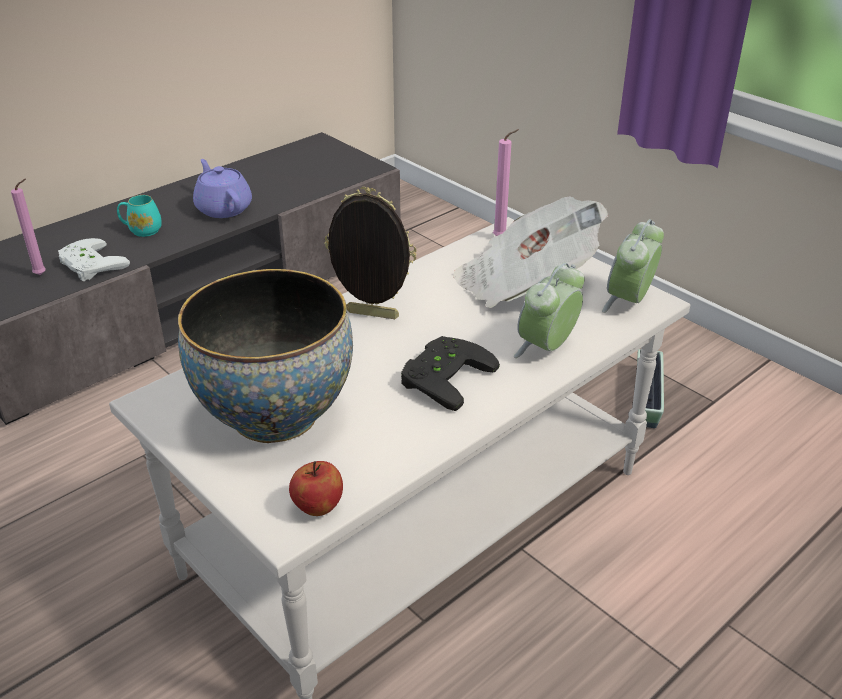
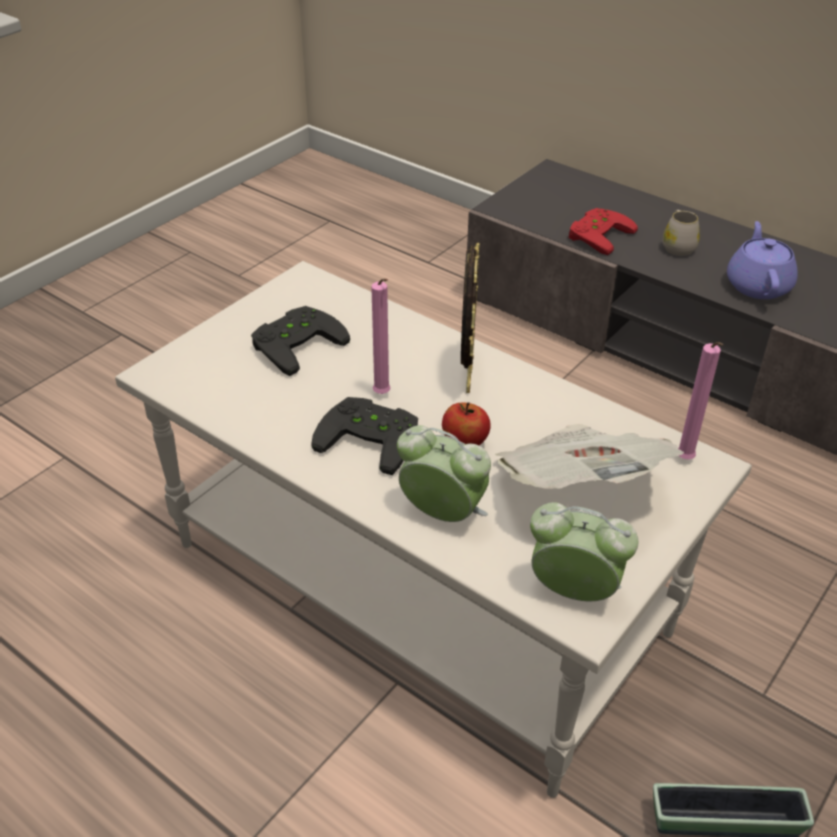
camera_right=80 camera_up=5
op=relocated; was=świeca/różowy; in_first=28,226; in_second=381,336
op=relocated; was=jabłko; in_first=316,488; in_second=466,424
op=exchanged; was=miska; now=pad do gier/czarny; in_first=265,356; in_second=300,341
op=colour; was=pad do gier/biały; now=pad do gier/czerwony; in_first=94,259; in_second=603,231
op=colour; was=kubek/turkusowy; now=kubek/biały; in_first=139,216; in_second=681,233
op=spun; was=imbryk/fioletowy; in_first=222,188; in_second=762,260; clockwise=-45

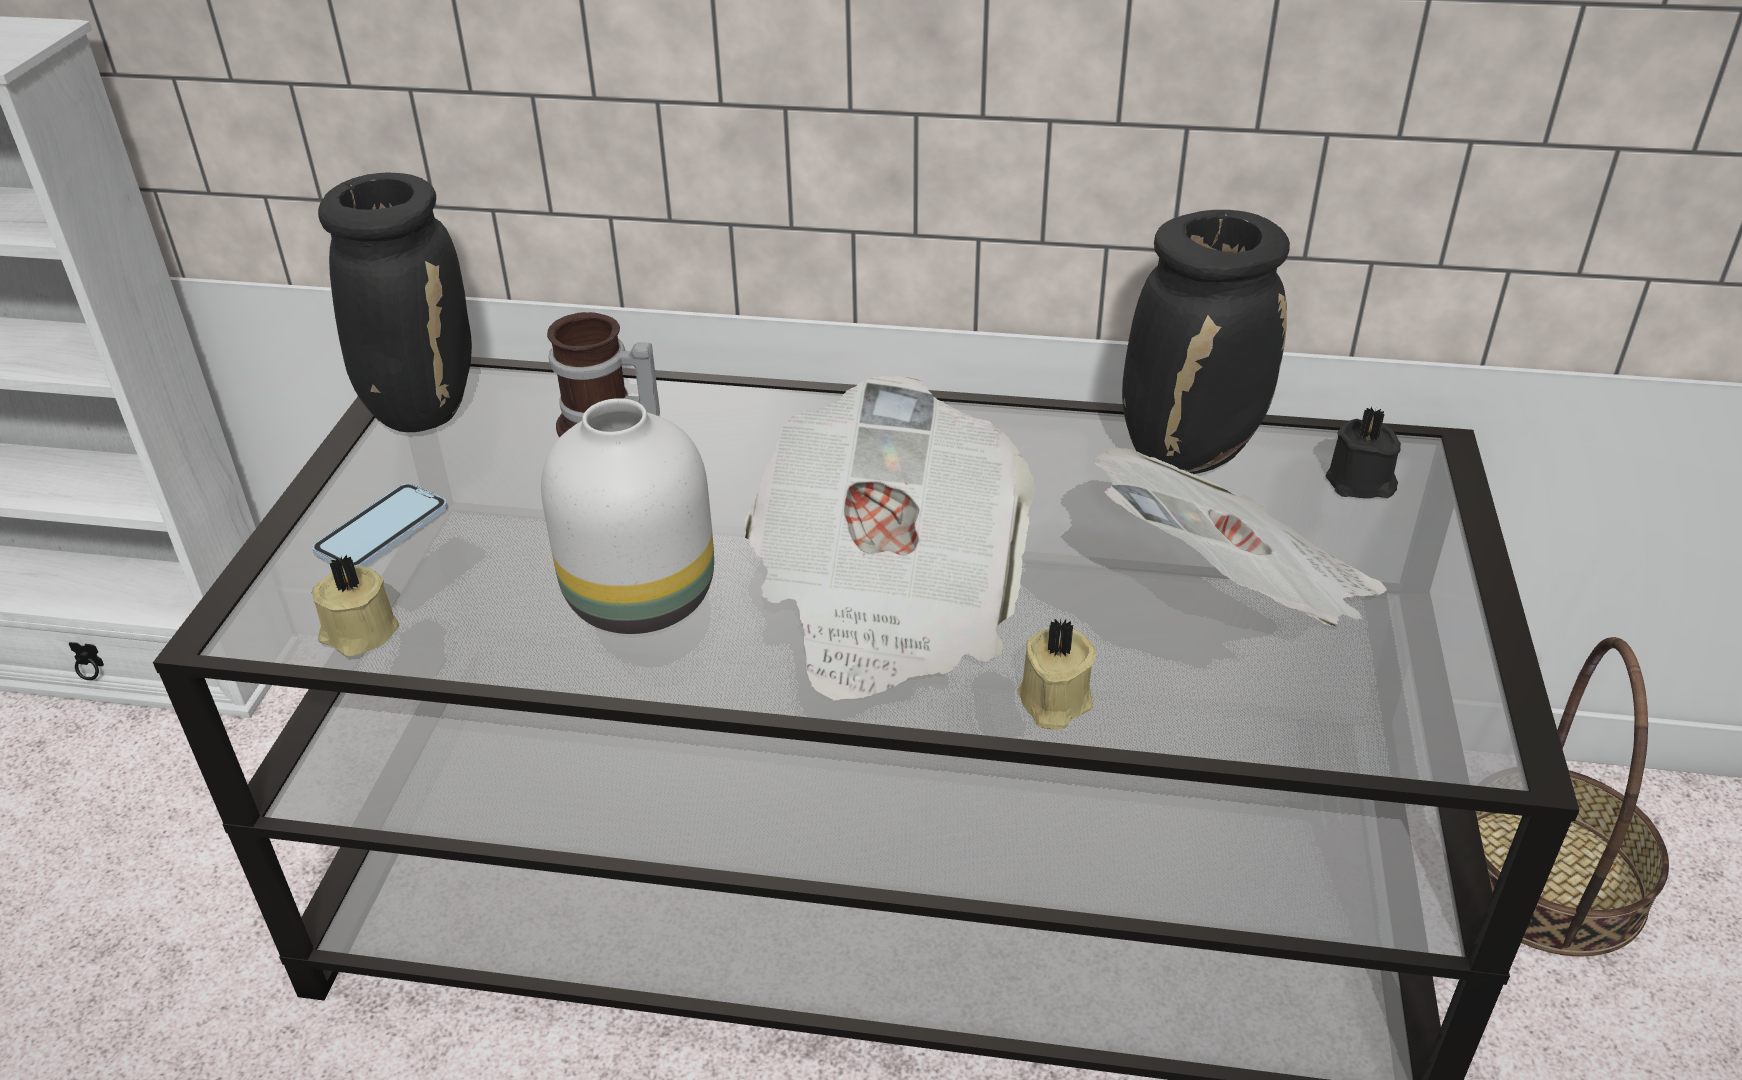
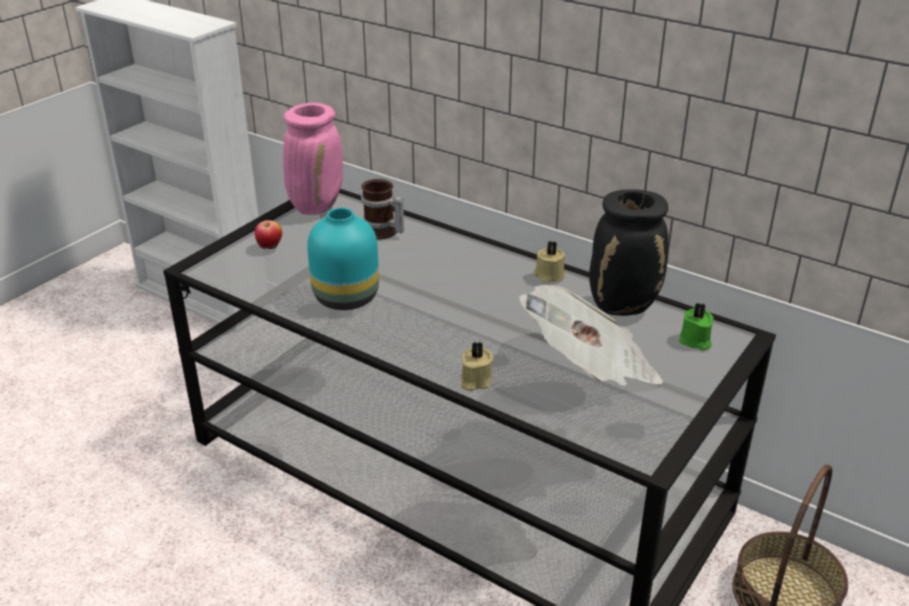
camera_right=25 camera_up=-5
op=missing; was=gazeta; in_first=890,538
op=relocated; was=świeca/beżowy; in_first=355,606; in_second=549,261
op=exchanged; was=telefon; now=jabłko; in_first=380,525; in_second=268,234
op=colour; was=wazon/czarny; now=wazon/różowy; in_first=395,302; in_second=313,159
op=colour; was=wazon/biały; now=wazon/turkusowy; in_first=627,516; in_second=343,259
op=colour; was=świeca/czarny; now=świeca/zielony; in_first=1363,452; in_second=696,326

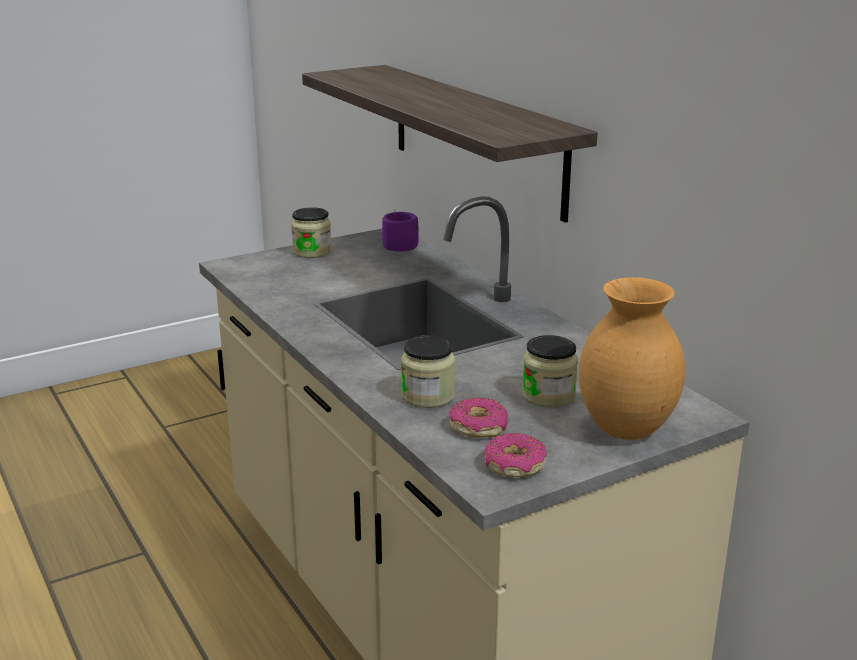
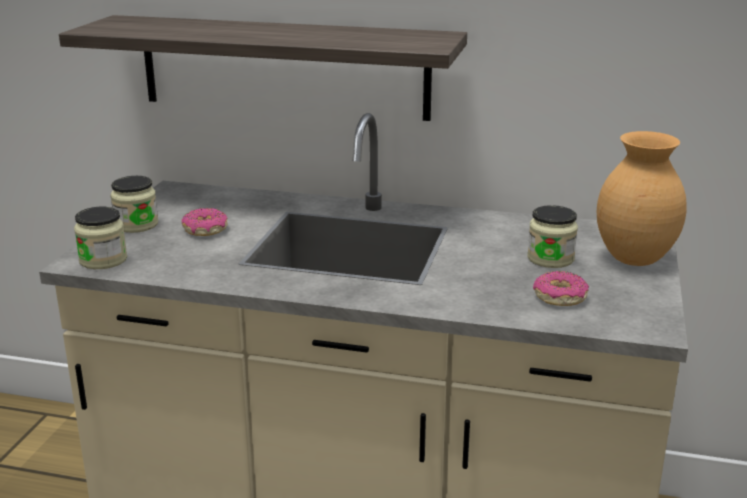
camera_right=-45 camera_up=0
op=missing; was=kubek/fioletowy; in_first=400,232
op=relocated; was=słoik; in_first=428,371; in_second=100,238
op=relocated; was=donut; in_first=515,455; in_second=204,222

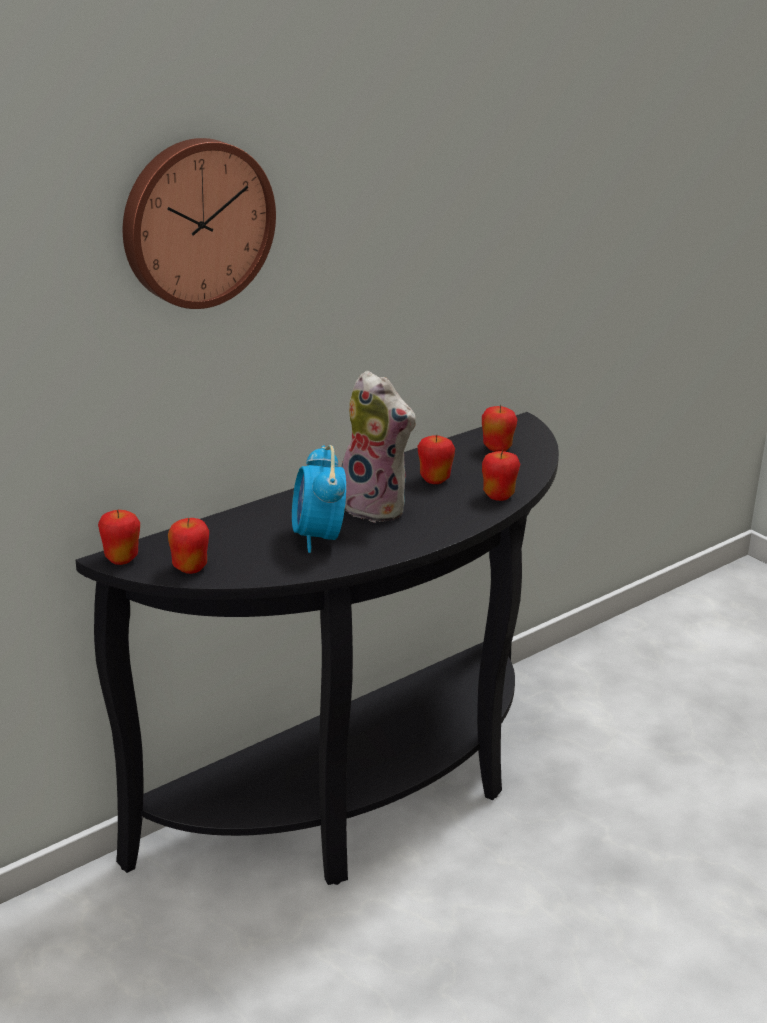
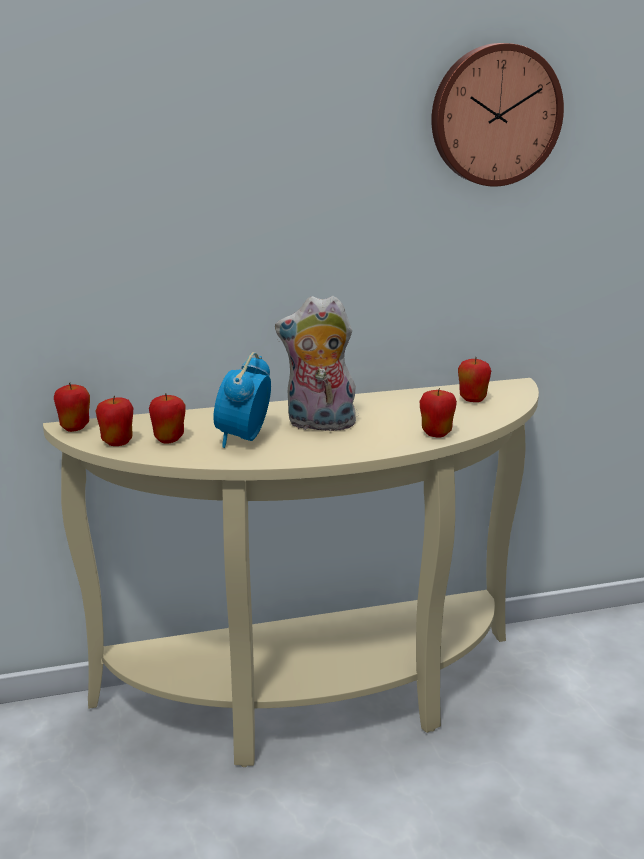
camera_right=25 camera_up=-5
op=relocated; was=zegar ścienny; in_first=199,223; in_second=497,115
op=relocated; was=jabłko; in_first=436,459; in_second=167,418
op=colour; was=stolik konsolowy/czarny; now=stolik konsolowy/beżowy; in_first=317,648; in_second=291,572
op=spun; was=pluszak; in_first=378,447; in_second=316,365; clockwise=120

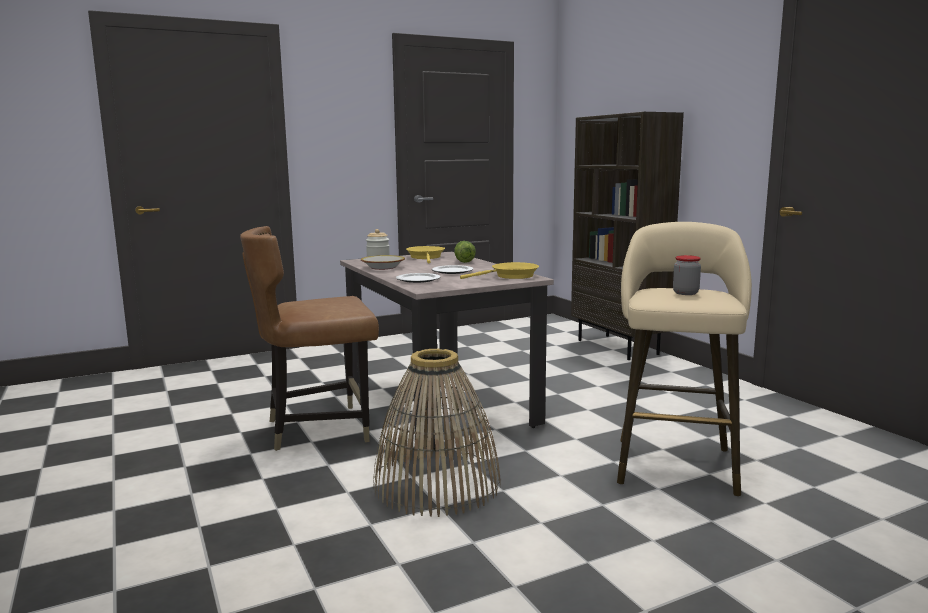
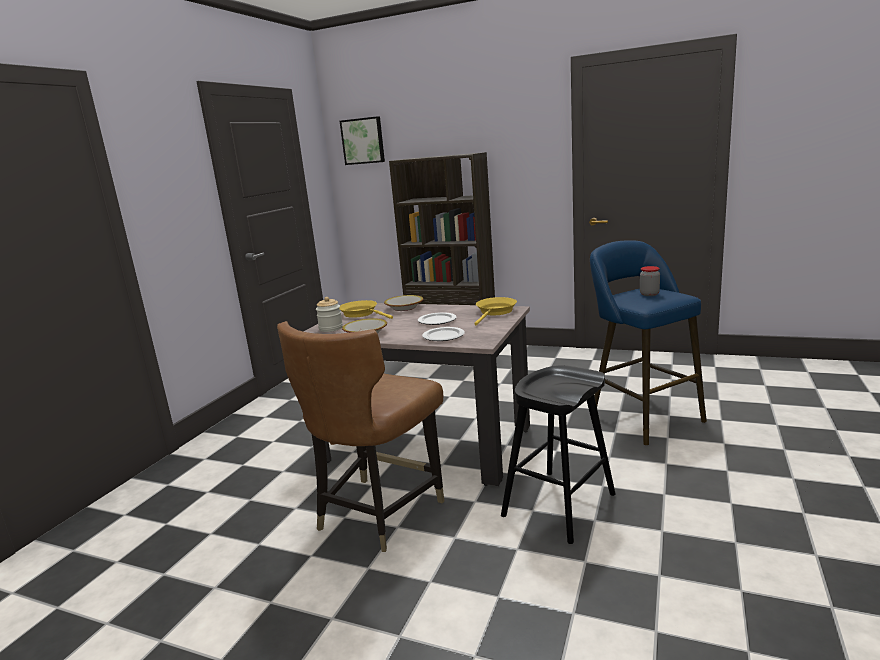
camera_right=-40 camera_up=5
op=appeared; now=obraz; in_second=362,140
op=exchanged; was=koszyk; now=stołek/czarny; in_first=437,433; in_second=558,454
op=exchanged; was=sałata; now=miska; in_first=465,252; in_second=403,303
op=colour; was=stołek/beżowy; now=stołek/niebieski; in_first=684,359; in_second=648,342

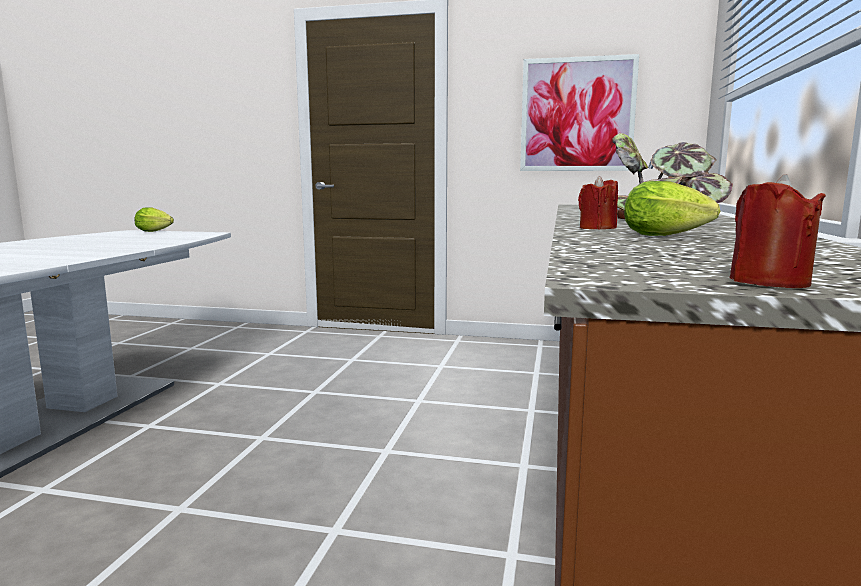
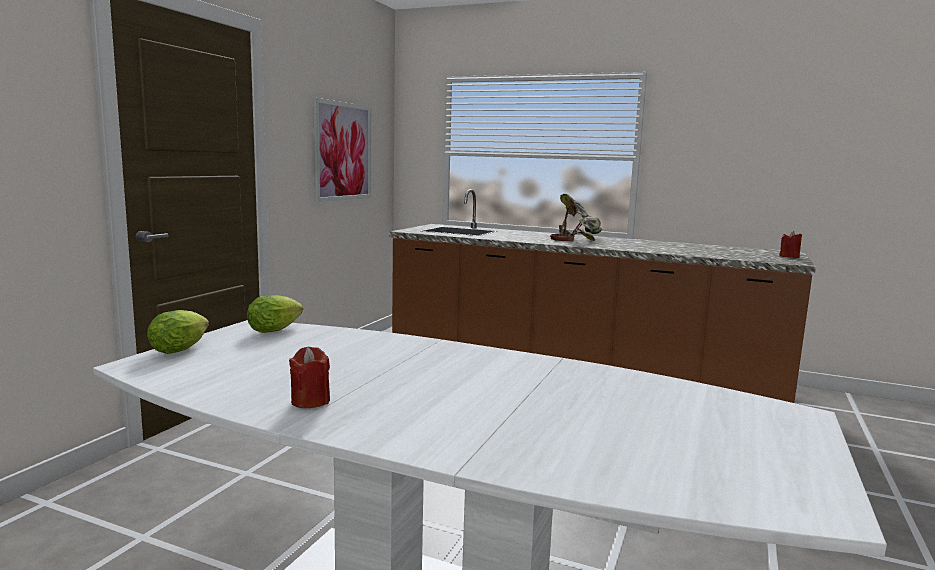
camera_right=-80 camera_up=0
op=relocated; was=świeca/czerwony; in_first=598,202; in_second=309,377
op=relocated; was=sałata; in_first=672,208; in_second=275,314

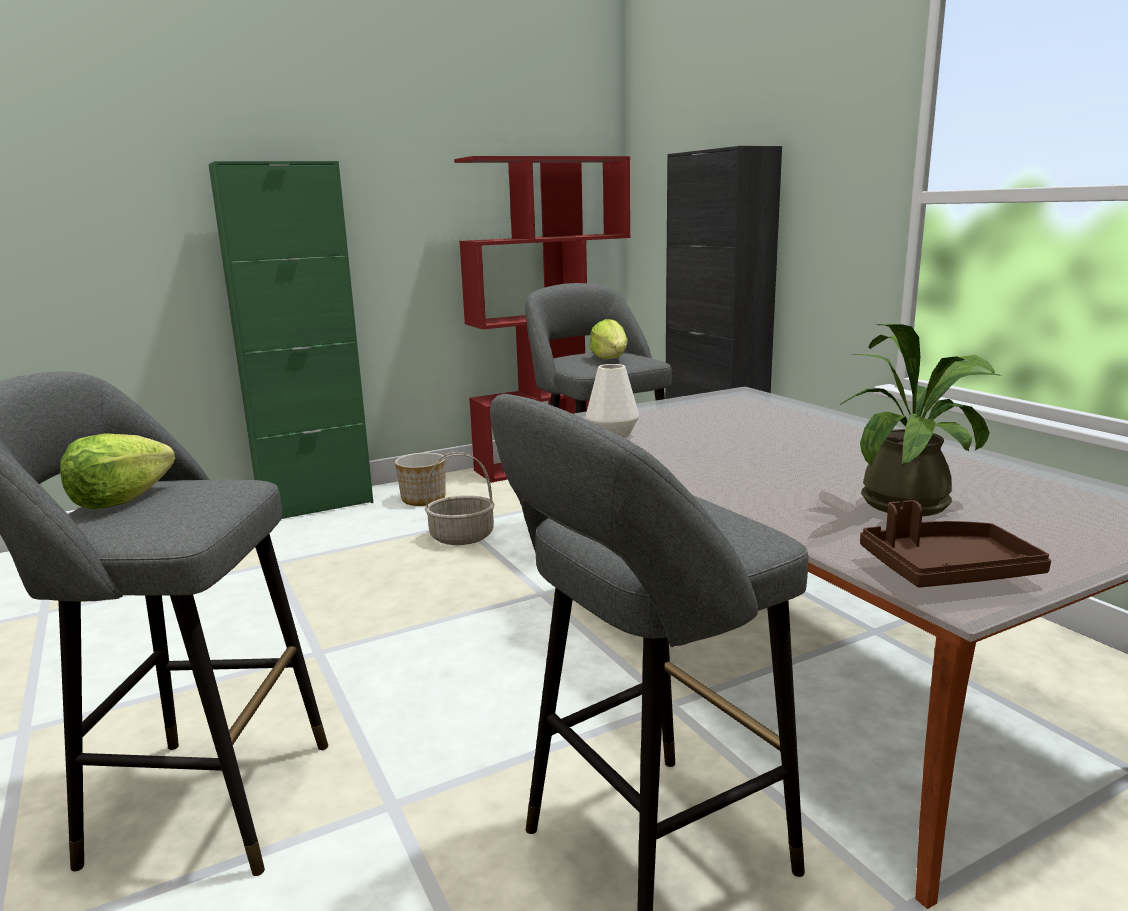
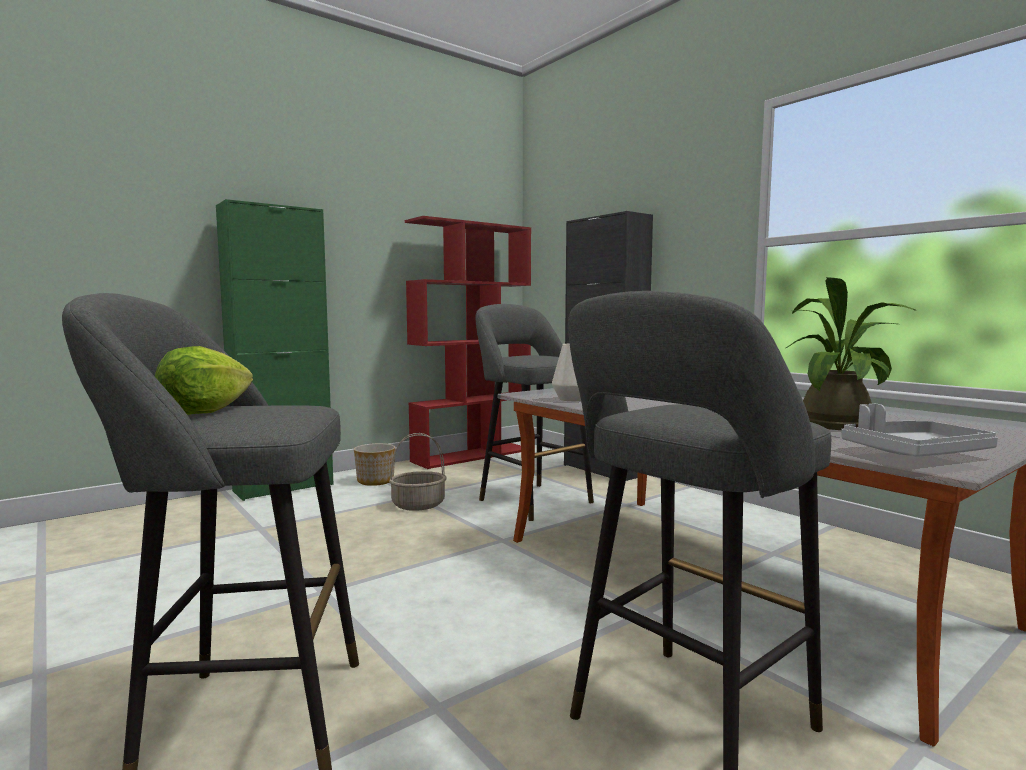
camera_right=-10 camera_up=-10
op=missing; was=sałata; in_first=608,339
op=colour; was=taca/brązowy; now=taca/szary; in_first=955,544; in_second=919,430

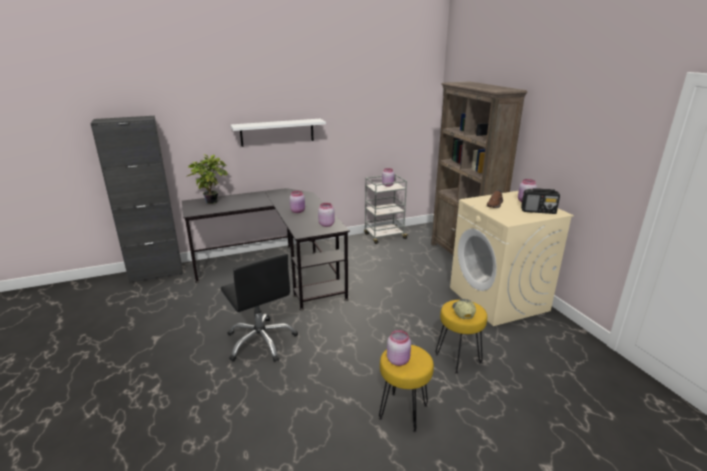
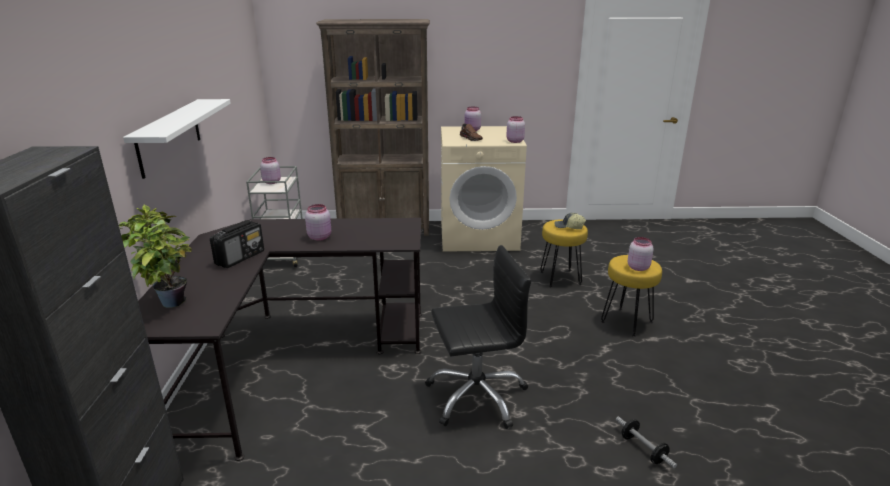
camera_right=-70 camera_up=0
op=appeared; now=hantel; in_second=646,442
op=relocated; was=słoik/różowy; in_first=326,215; in_second=515,129
op=relocated; was=radio; in_first=540,201; in_second=237,244

